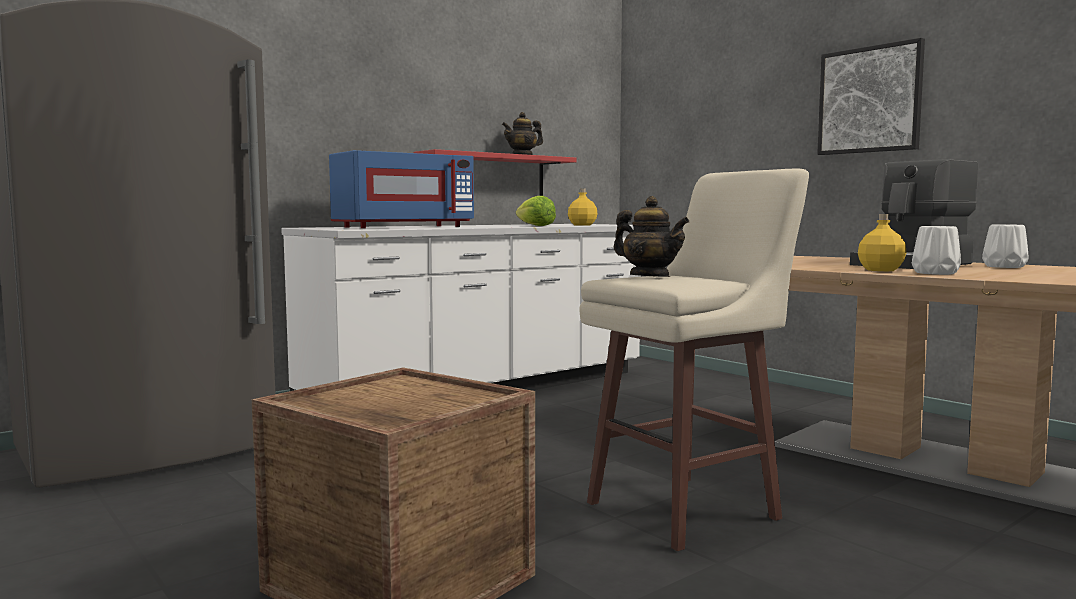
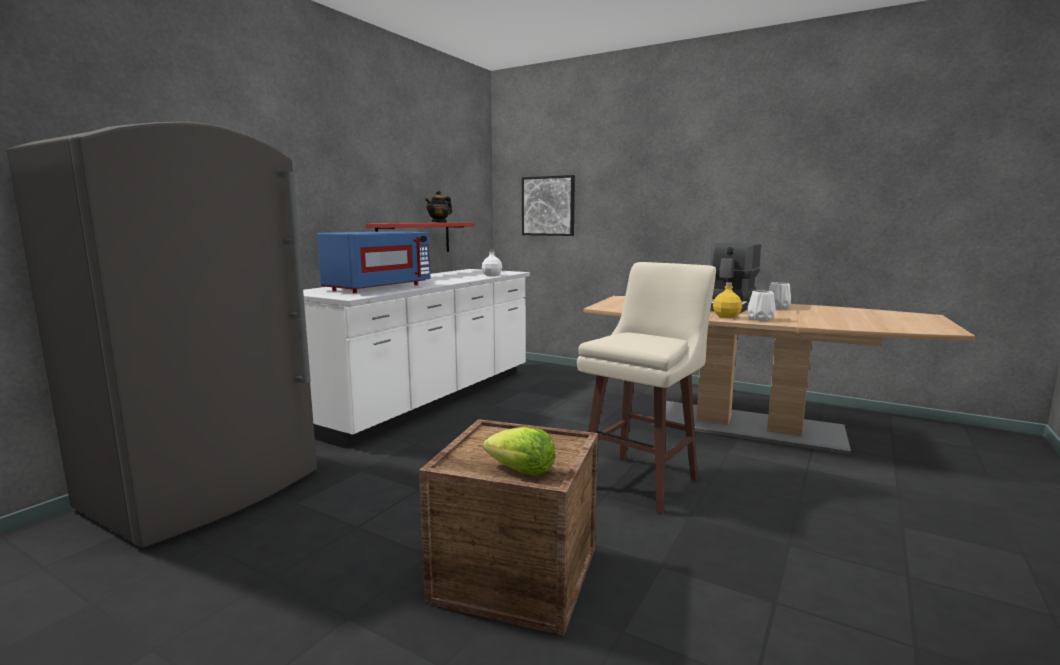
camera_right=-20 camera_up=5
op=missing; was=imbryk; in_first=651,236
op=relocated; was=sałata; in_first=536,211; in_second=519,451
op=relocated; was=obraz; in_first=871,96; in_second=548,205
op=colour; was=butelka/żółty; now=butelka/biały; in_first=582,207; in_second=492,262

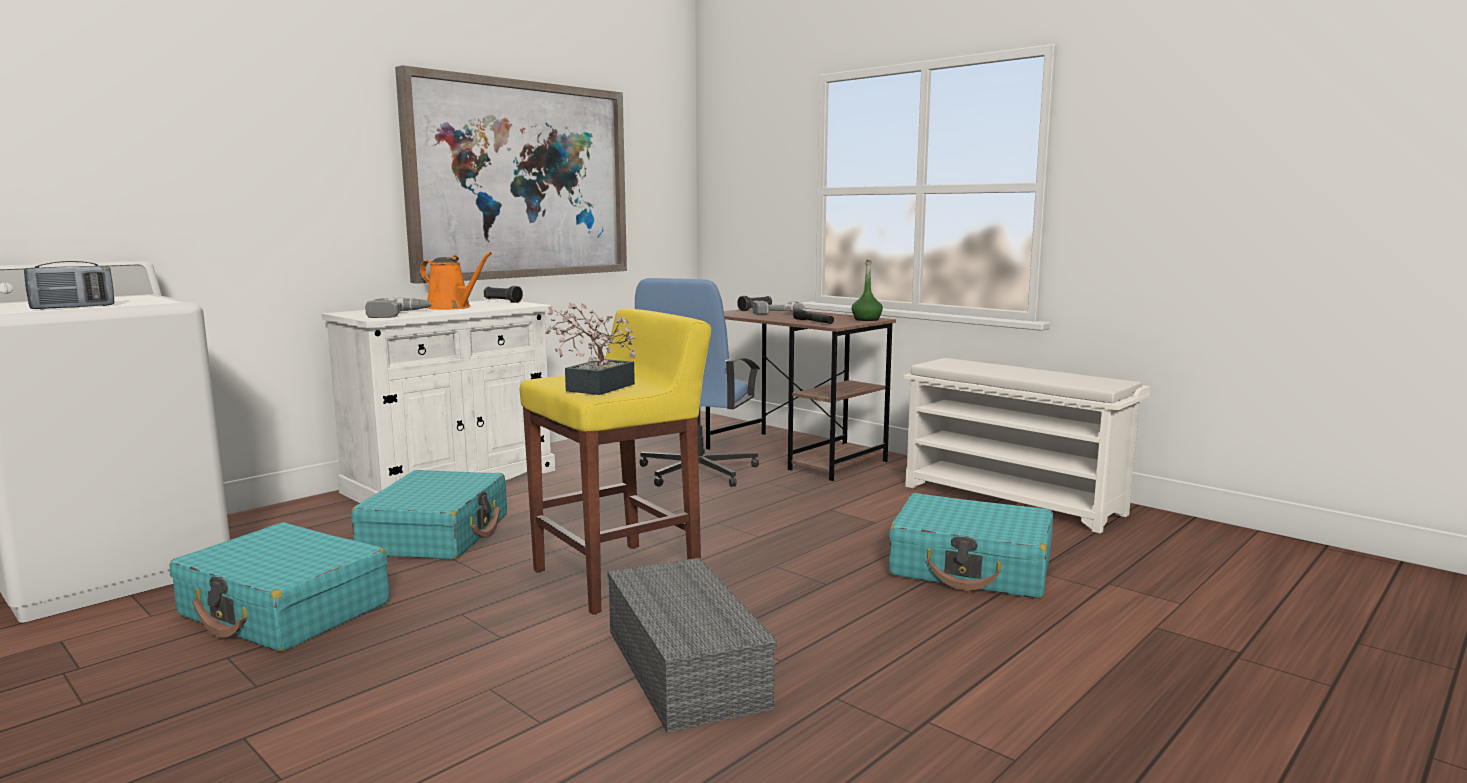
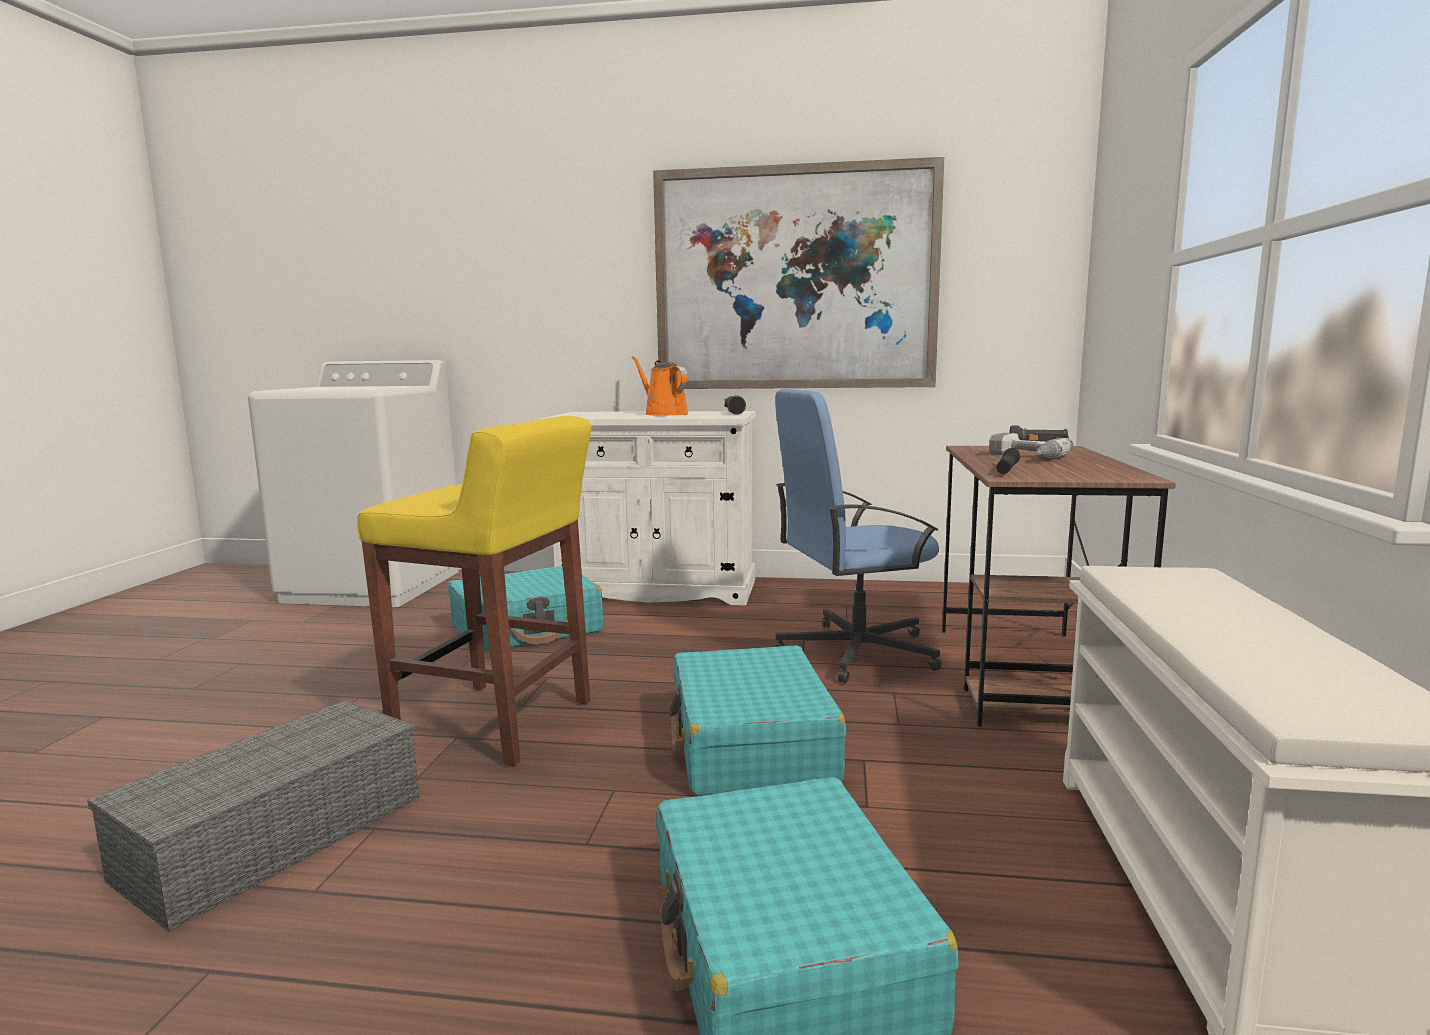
camera_right=55 camera_up=0
op=missing; was=radio; in_first=69,285
op=missing; was=wiertarka; in_first=399,308
op=missing; was=roślina doniczkowa; in_first=590,348
op=missing; was=butelka/zielony; in_first=867,290
op=relocated; was=walizka/turkusowy; in_first=279,587; in_second=757,720
op=spun; was=konewka/pomarańczowy; in_first=456,281; in_second=660,385; clockwise=150

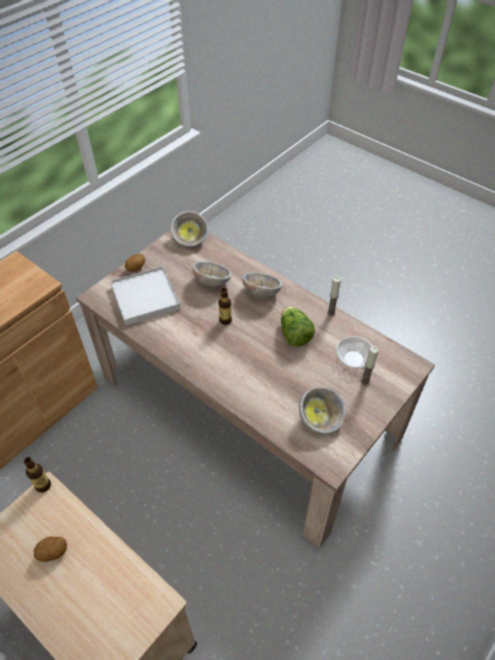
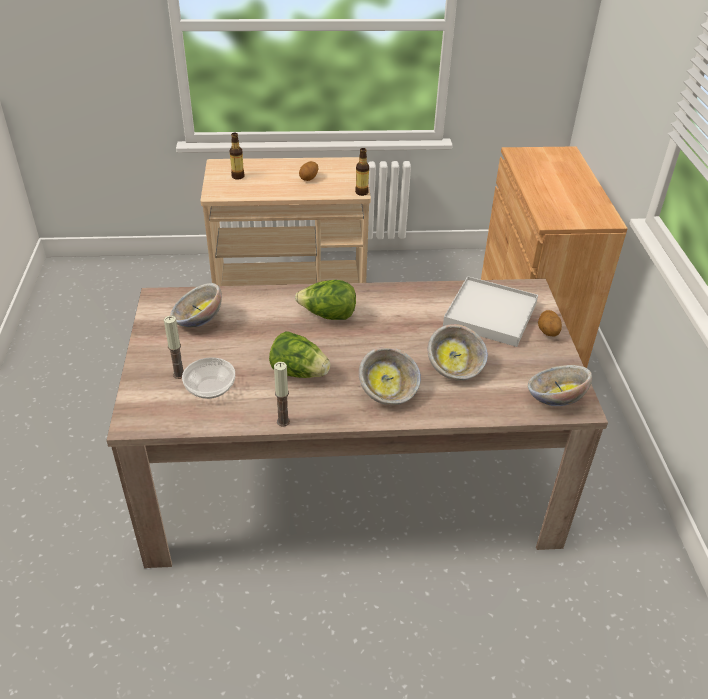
camera_right=135 camera_up=-10
op=appeared; now=sałata; in_second=325,300
op=relocated; was=butelka; in_first=225,306; in_second=237,156

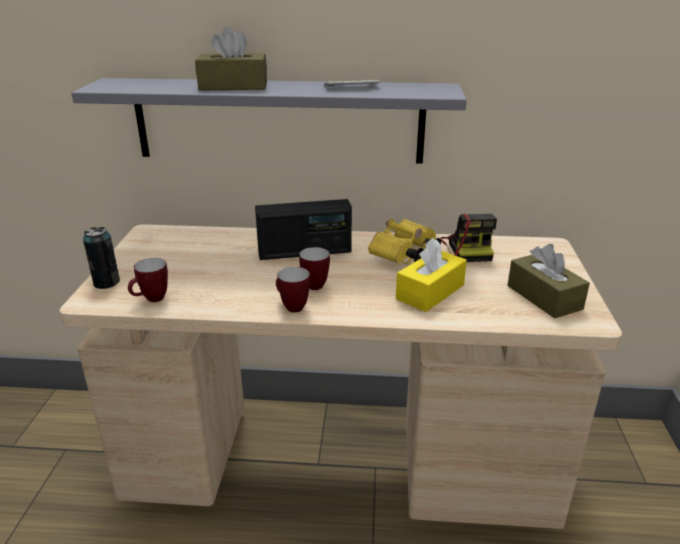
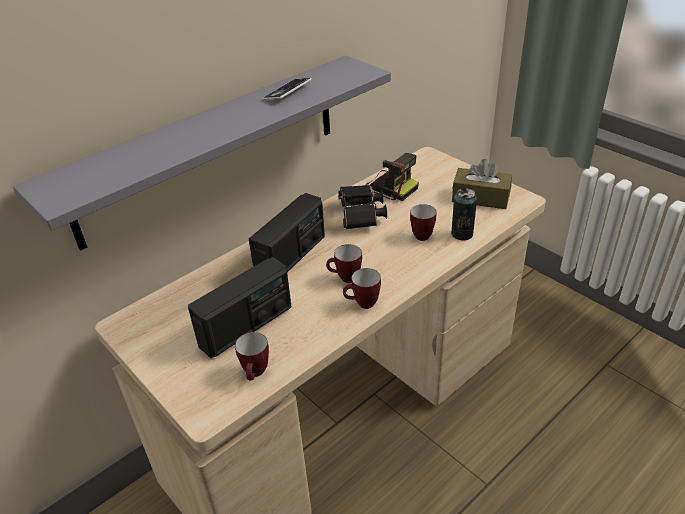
camera_right=-45 camera_up=10
op=missing; was=pudełko chusteczek/brązowy; in_first=231,58
op=appeared; now=radio; in_second=239,308
op=relocated; was=puszka; in_first=101,258; in_second=464,214
op=exchanged; was=pudełko chusteczek/żółty; now=kubek; in_first=431,275; in_second=423,222
op=colour; was=lornetka/żółty; now=lornetka/czarny; in_first=404,241; in_second=362,207

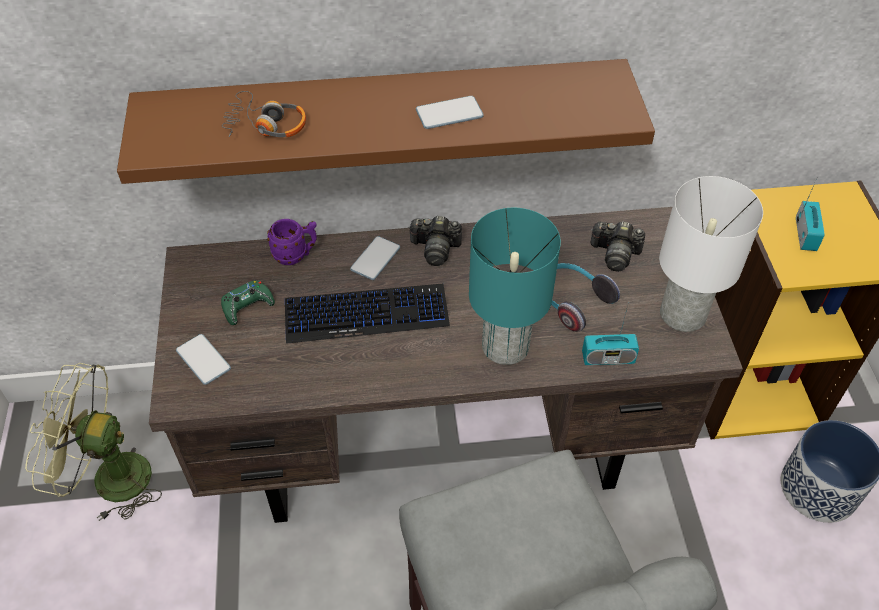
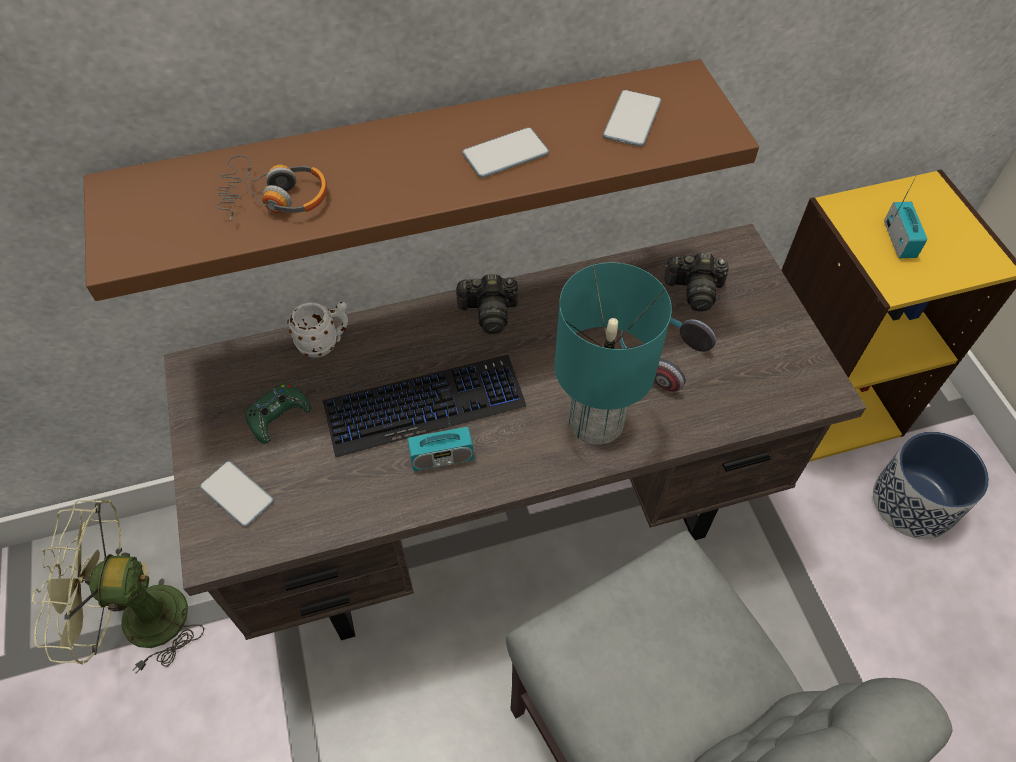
camera_right=-10 camera_up=5
op=missing; was=lampa stołowa/biały; in_first=711,254
op=relocated; was=telefon; in_first=375,258; in_second=632,118
op=relocated; was=radio; in_first=610,333; in_second=440,433
op=colour; was=kubek/fioletowy; now=kubek/biały; in_first=292,242; in_second=317,330

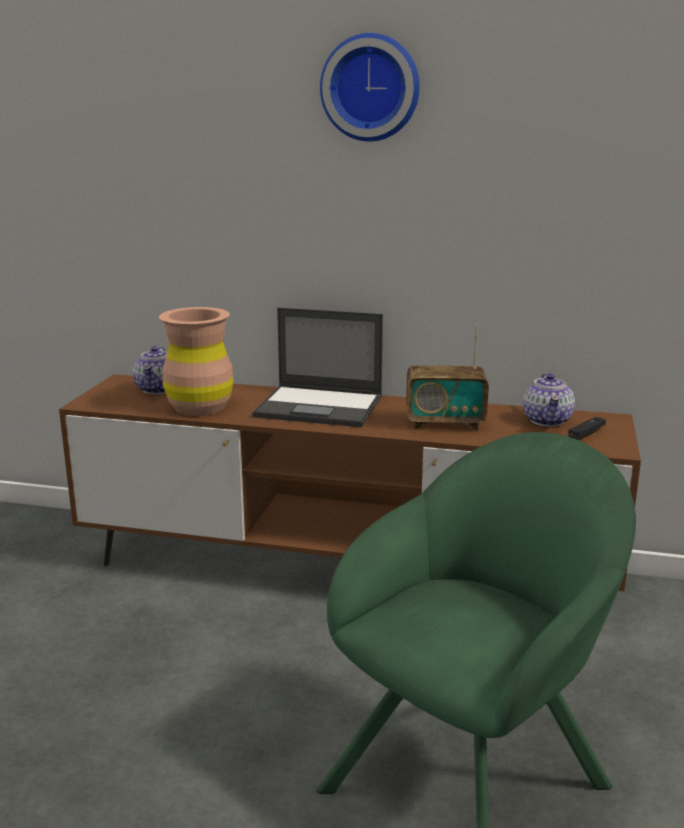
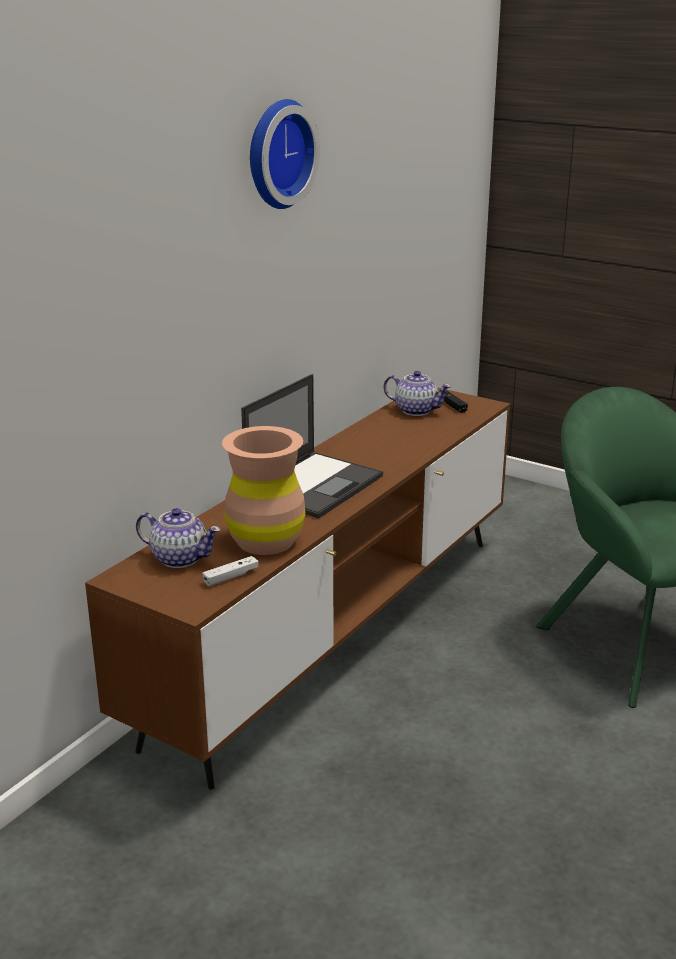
camera_right=-70 camera_up=5
op=missing; was=radio; in_first=447,377
op=appeared; now=pad do gier/biały; in_second=230,571

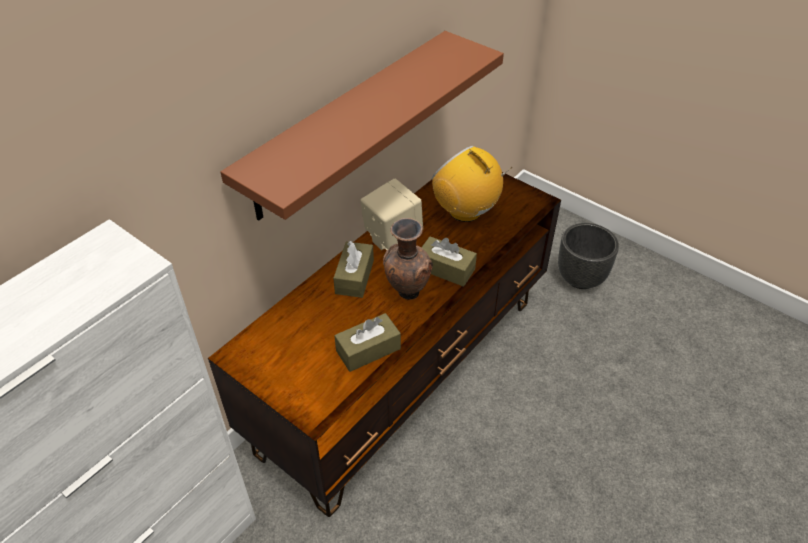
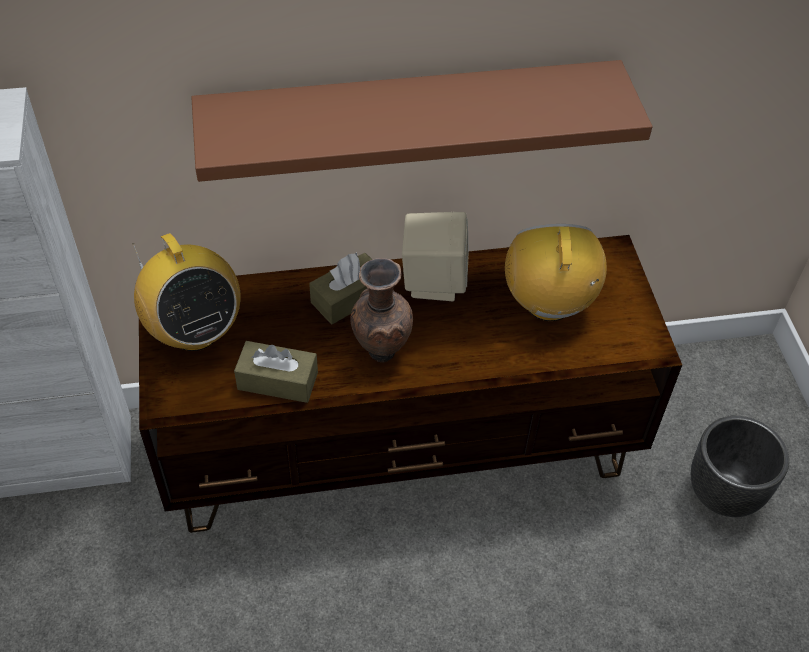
camera_right=40 camera_up=5
op=missing; was=pudełko chusteczek/brązowy; in_first=449,261
op=appeared; now=radio; in_second=187,292

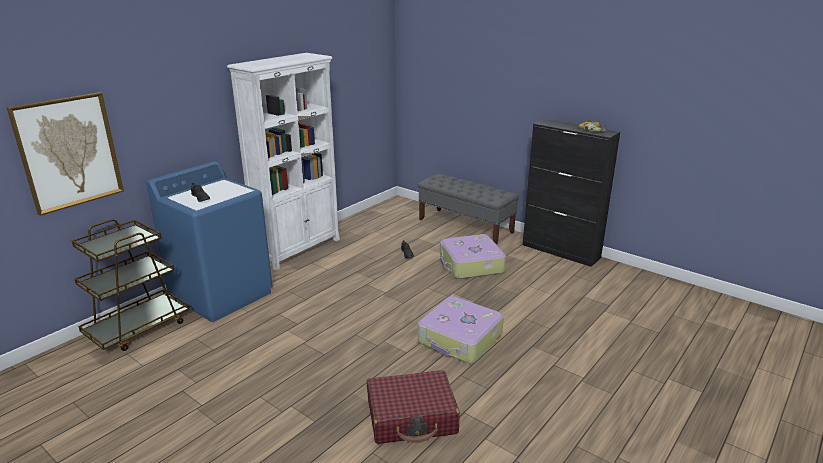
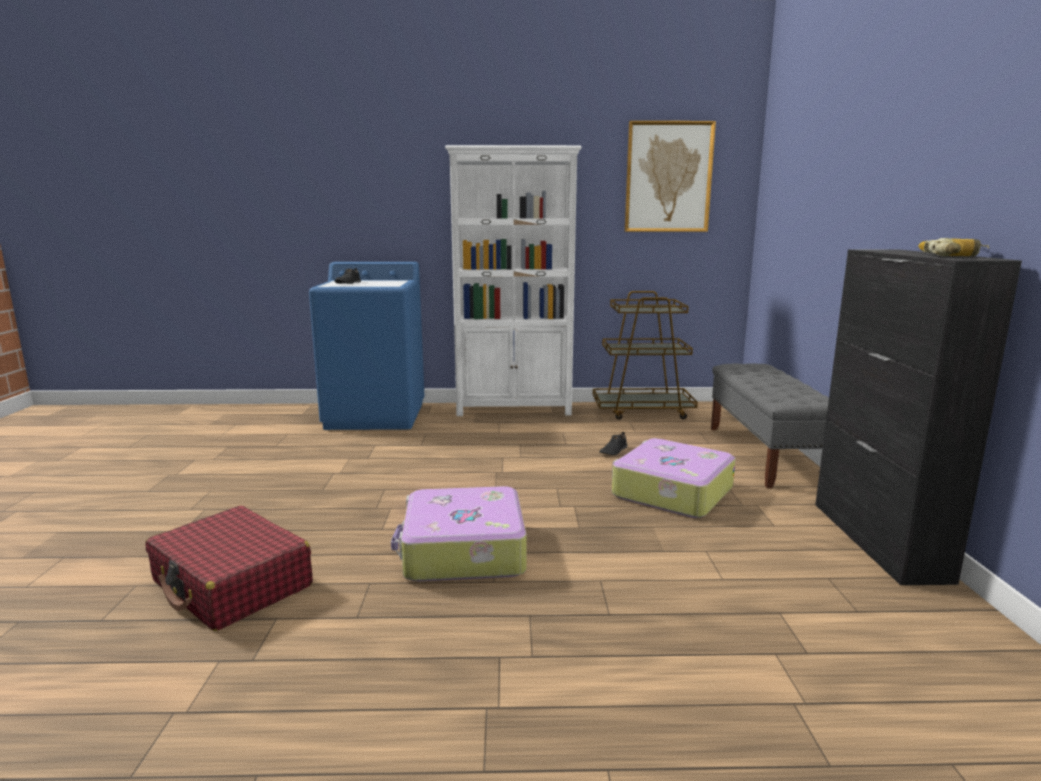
camera_right=50 camera_up=-10
op=relocated; was=obraz; in_first=65,154; in_second=670,176
op=relocated; was=wózek/brązowy; in_first=130,285; in_second=645,355

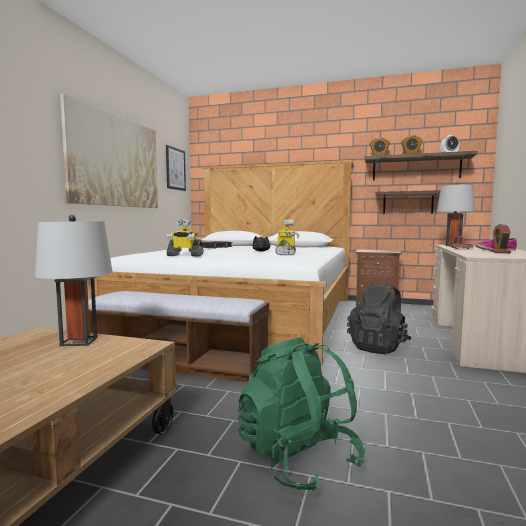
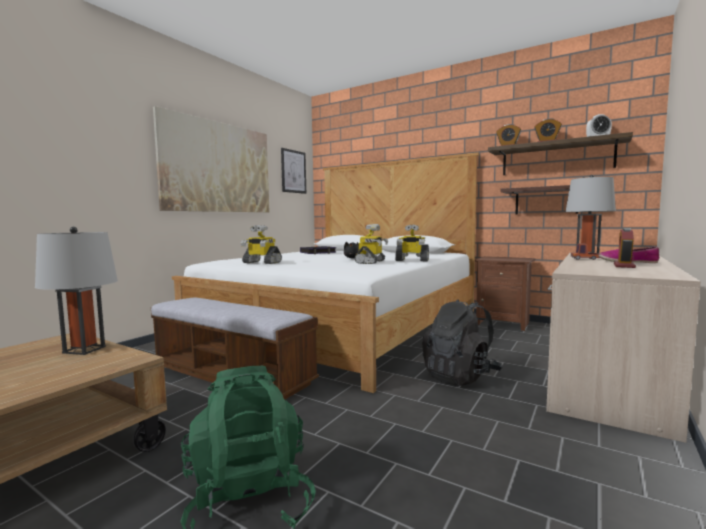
camera_right=15 camera_up=0
op=appeared; now=robot zabawkowy; in_second=412,243

